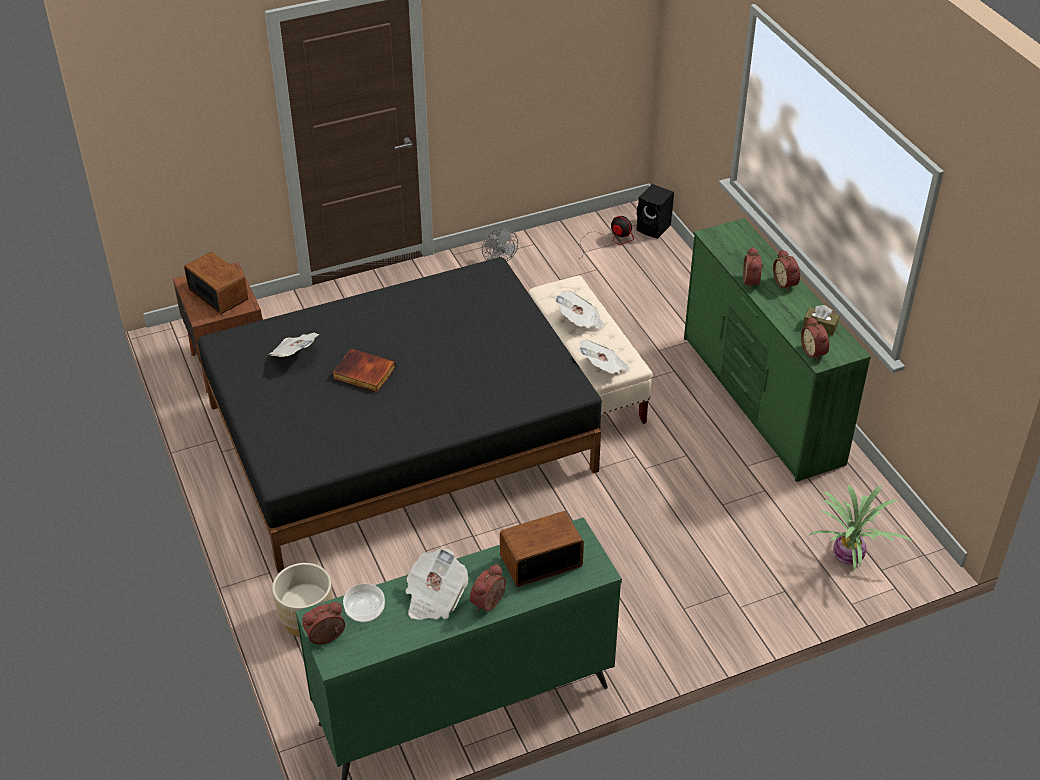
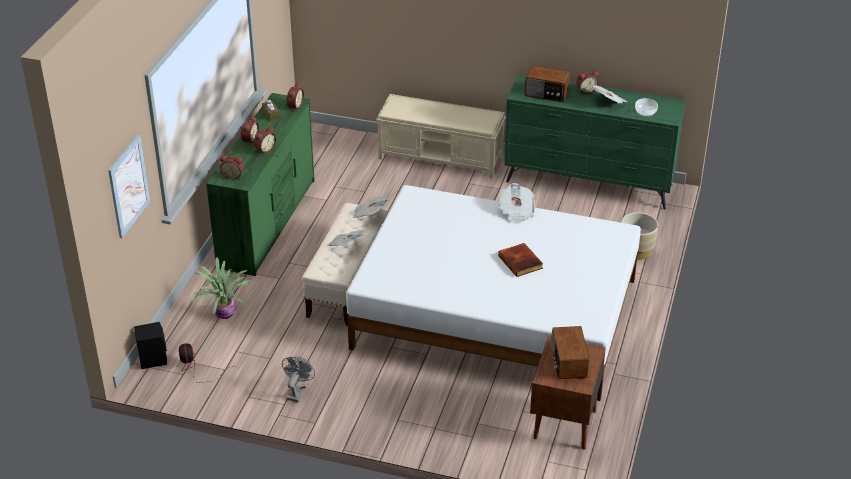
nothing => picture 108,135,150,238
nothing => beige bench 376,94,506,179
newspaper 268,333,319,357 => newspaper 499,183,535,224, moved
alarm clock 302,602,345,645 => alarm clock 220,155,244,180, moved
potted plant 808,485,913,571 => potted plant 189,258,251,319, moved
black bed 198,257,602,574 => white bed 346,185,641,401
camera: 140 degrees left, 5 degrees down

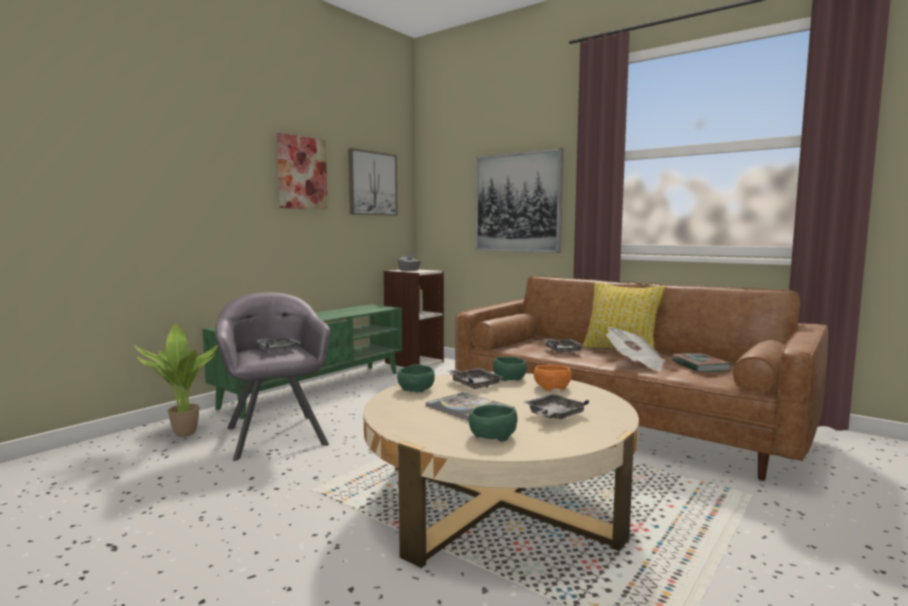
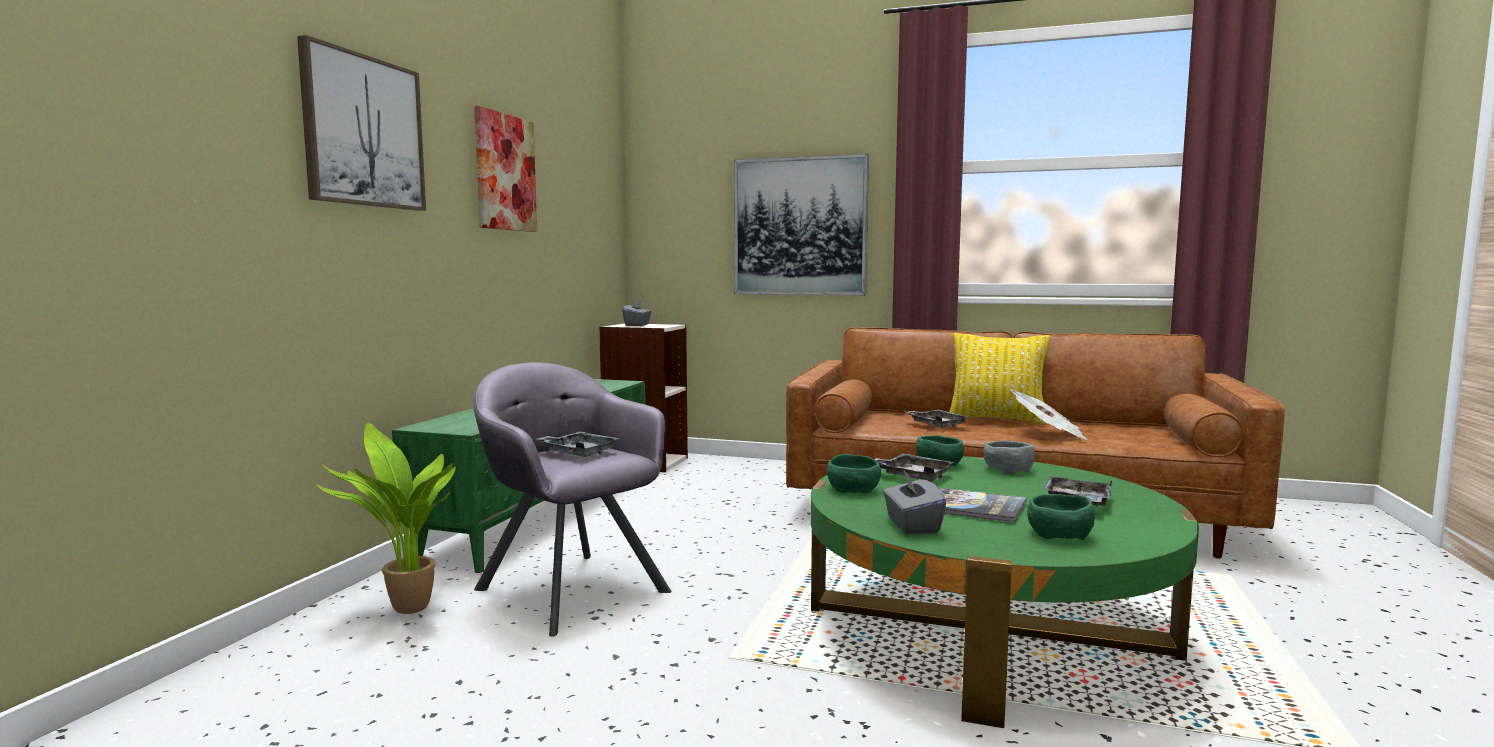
book 672,353,731,372 => nothing
nothing => grey tissue box 883,469,946,534
picture 348,148,398,216 => picture 297,35,426,211, moved
beige coffee table 363,372,639,568 => green coffee table 810,456,1199,728
orange bowl 534,365,571,391 => grey bowl 984,441,1035,475
camera: 20 degrees left, 0 degrees up

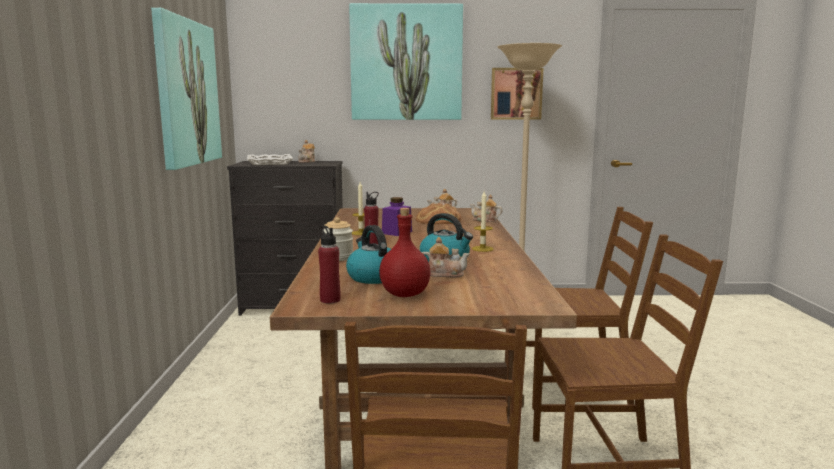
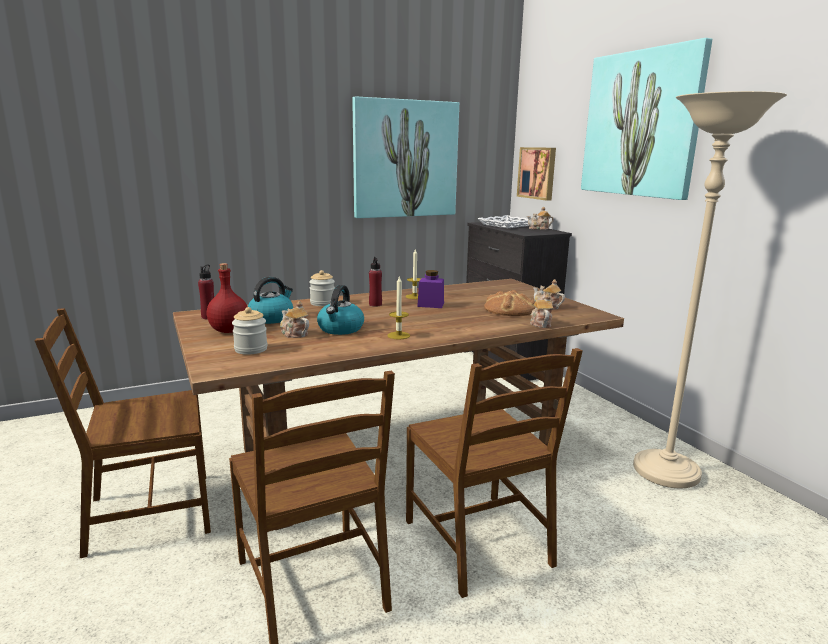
nothing => jar 232,307,268,355
picture 491,68,543,120 => picture 517,147,556,201, moved
teapot 422,237,470,277 => teapot 280,301,309,338, 150 degrees clockwise
camera: 65 degrees right, 5 degrees up

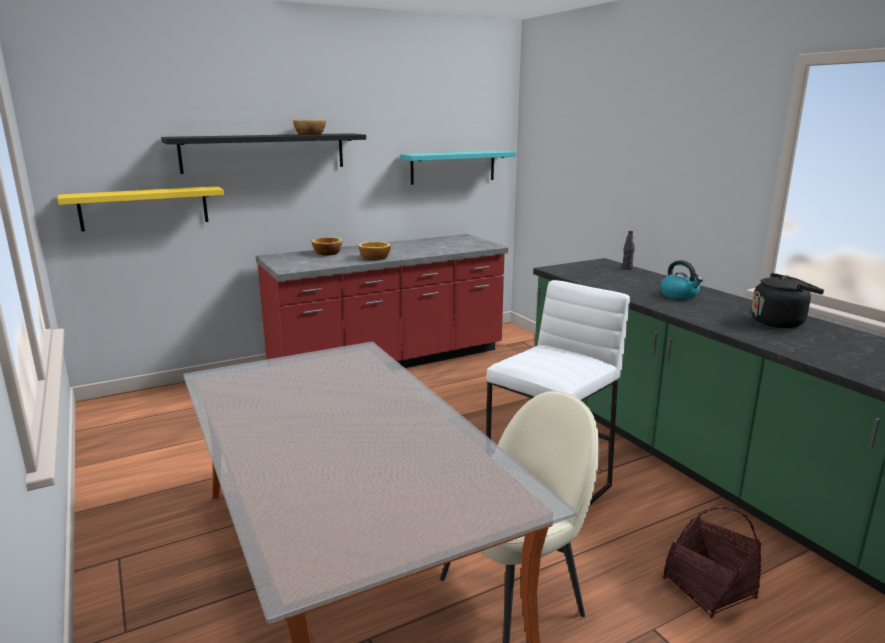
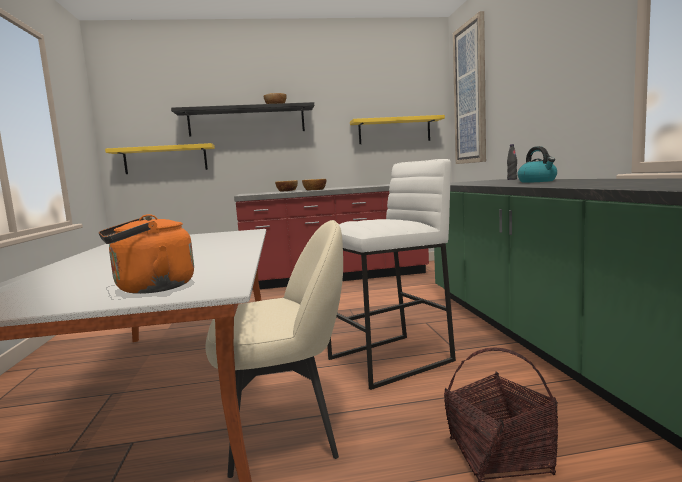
black kettle 751,273,824,328 => nothing
nothing => orange kettle 98,214,194,294
nothing => picture 453,11,486,164
turquoise shelf 400,151,516,185 => yellow shelf 350,115,445,144
camera: 20 degrees right, 10 degrees down

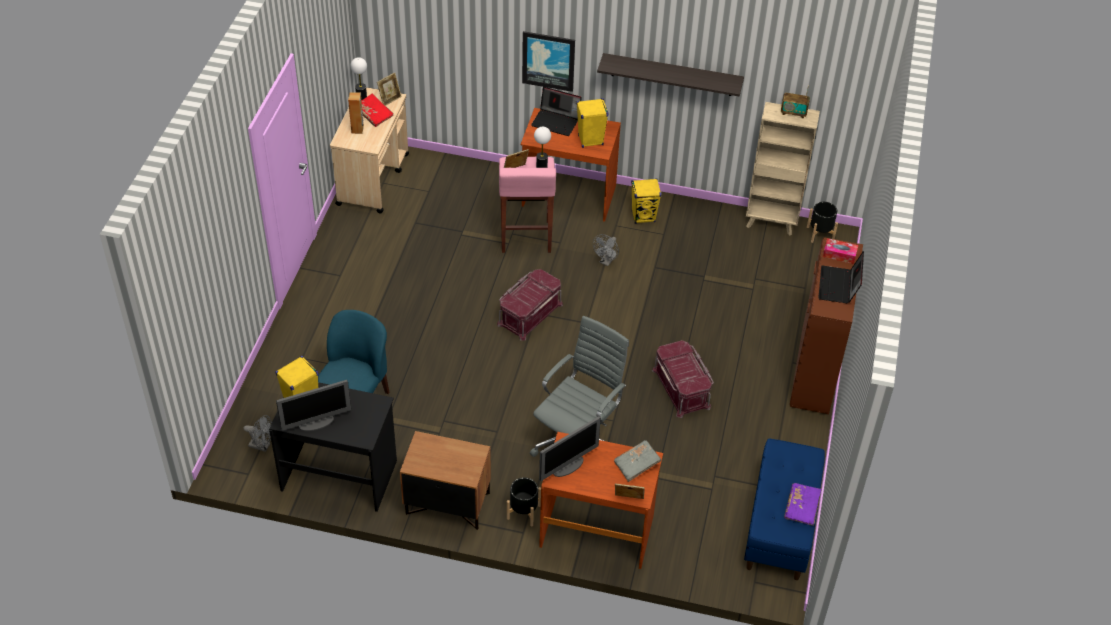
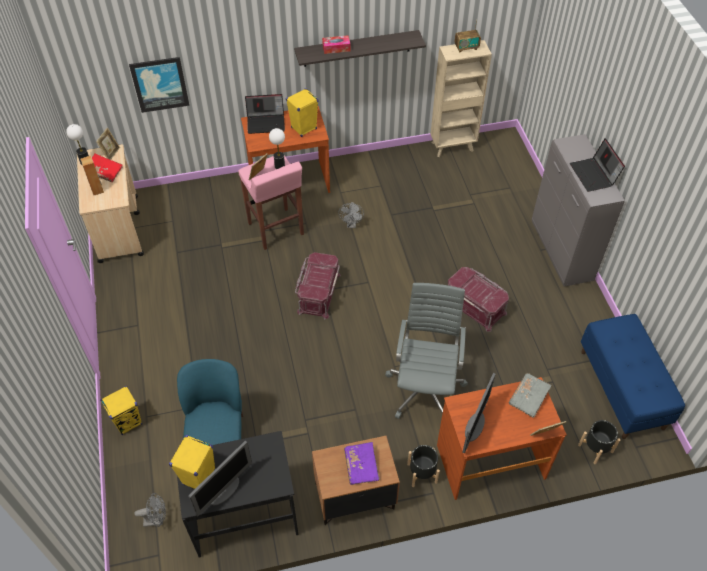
picture 522,31,575,92 => picture 129,57,189,113, moved
yellow speaker 631,179,661,224 => yellow speaker 100,386,142,435, moved
purple book 784,483,821,526 => purple book 344,442,380,485, moved
black planter 807,202,838,243 => black planter 578,420,620,464, moved
tissue box 823,238,858,264 => tissue box 322,35,351,54, moved
brown cabinet 790,238,863,414 => grey cabinet 532,134,625,286
camera: 25 degrees left, 5 degrees up

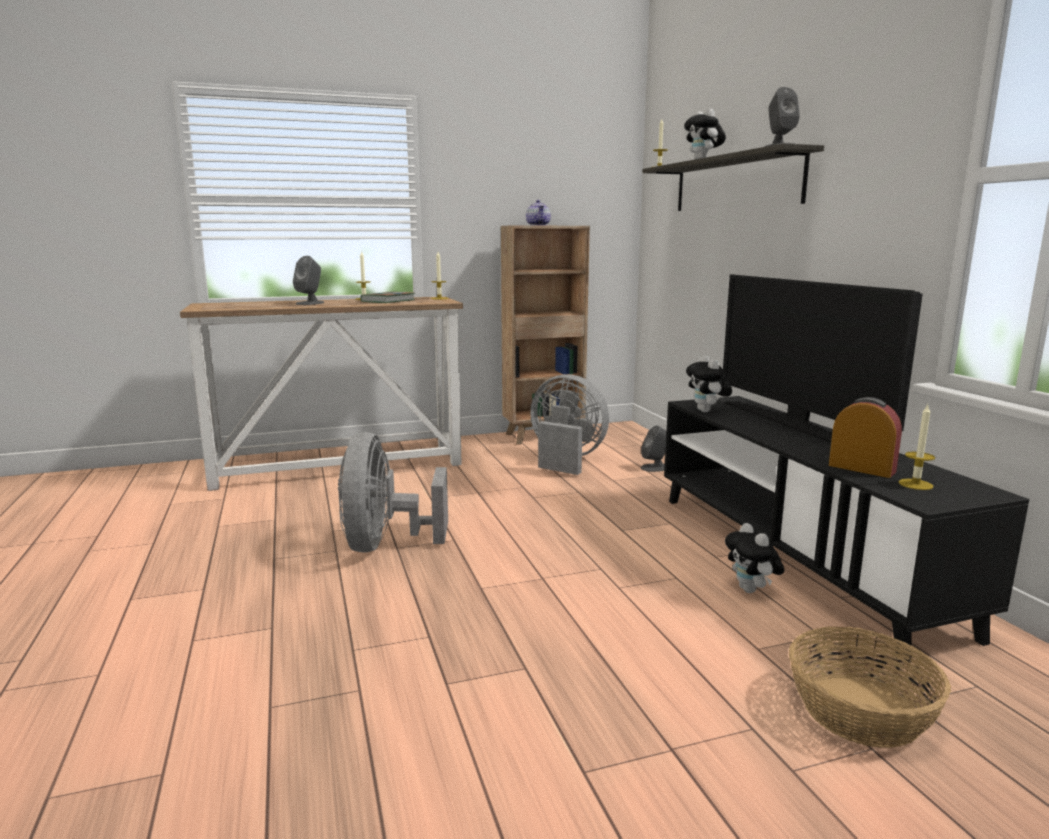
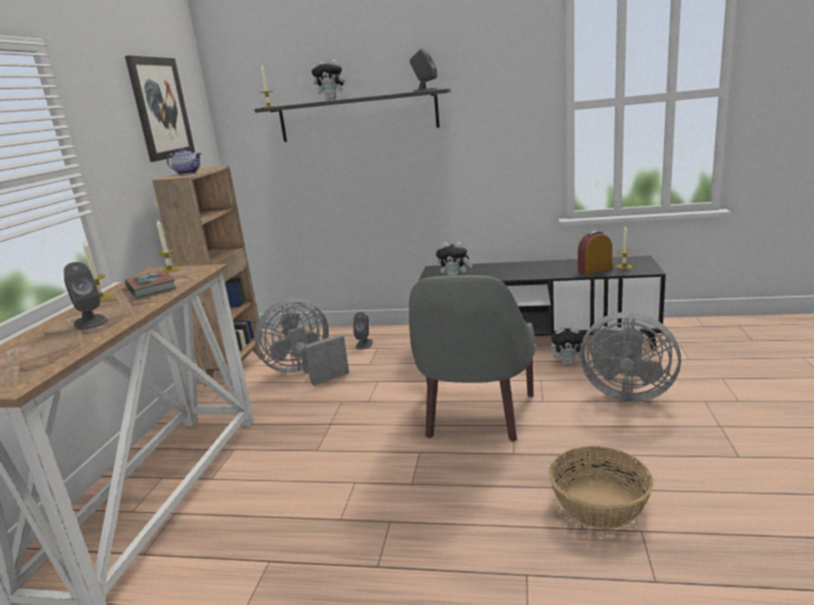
television 723,274,923,443 => nothing
nothing => picture 125,55,195,162
nothing => grey armchair 409,275,535,442
grey fan 338,432,448,552 => grey fan 580,312,681,402, moved
basket 789,627,951,748 => basket 549,446,654,529, moved
camera: 60 degrees left, 5 degrees up

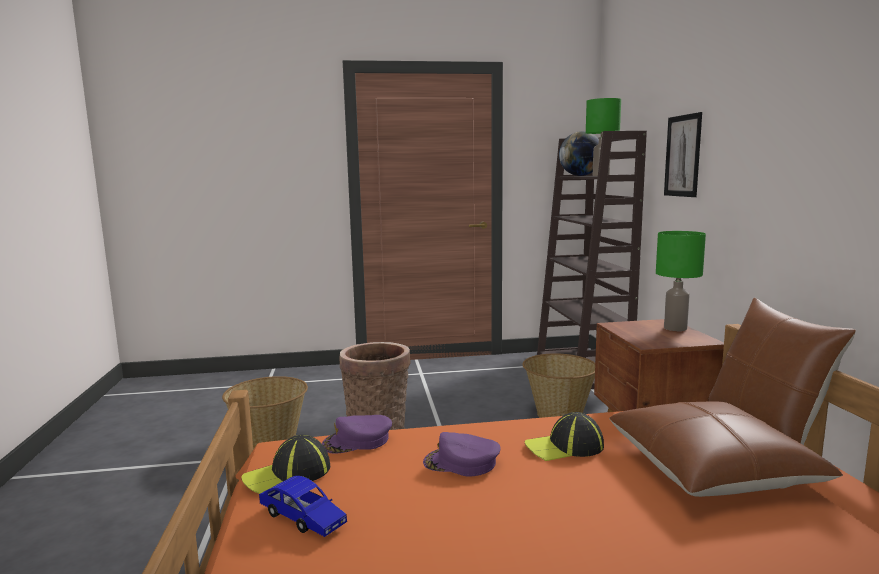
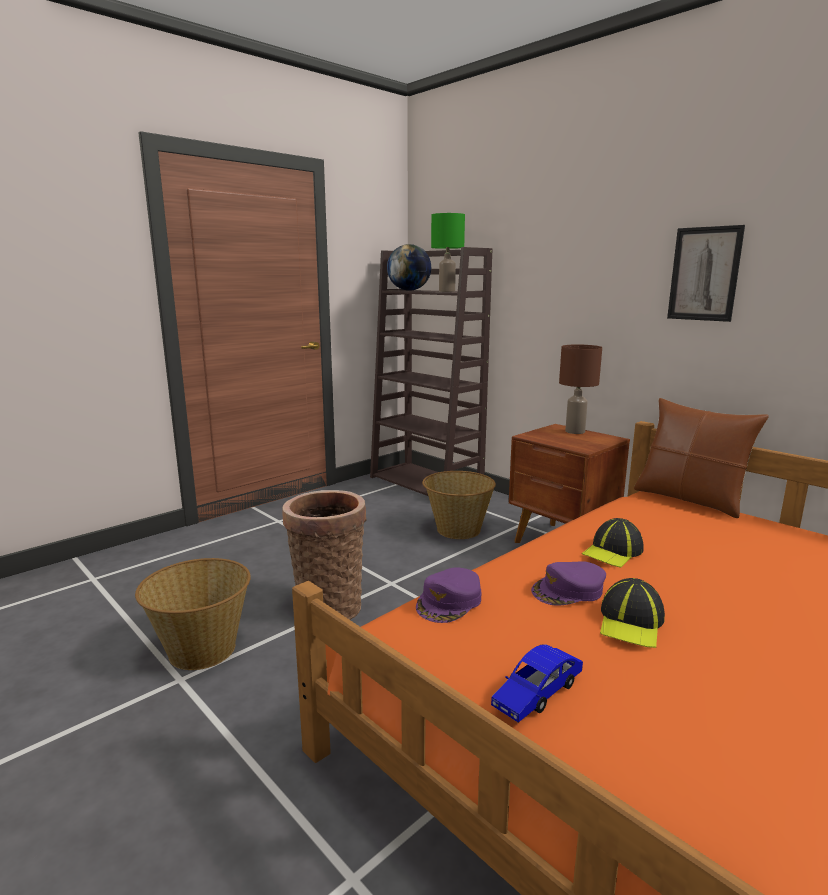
brown pillow 609,402,843,497 => nothing
cap 241,435,330,494 => cap 600,578,665,648, moved
picture 664,112,702,197 => picture 667,225,745,322, moved
green table lamp 656,231,706,331 => brown table lamp 559,344,602,434
blue toy car 259,476,347,537 => blue toy car 491,644,583,723, 135 degrees clockwise
camera: 35 degrees left, 5 degrees up

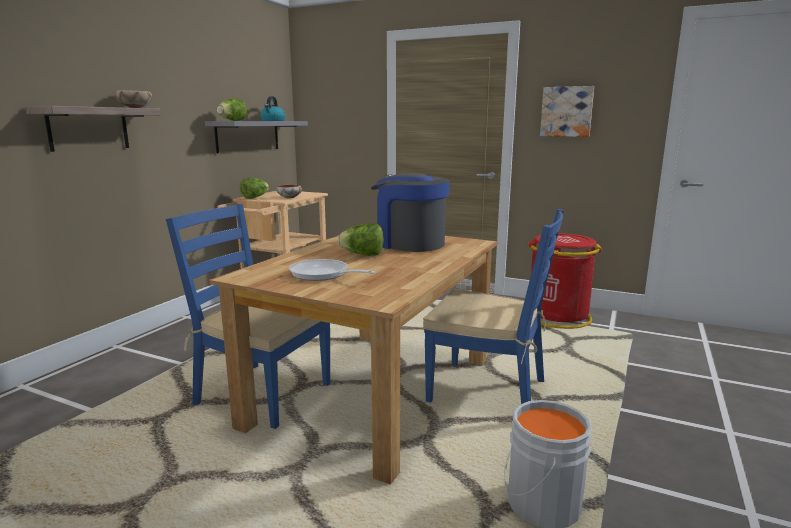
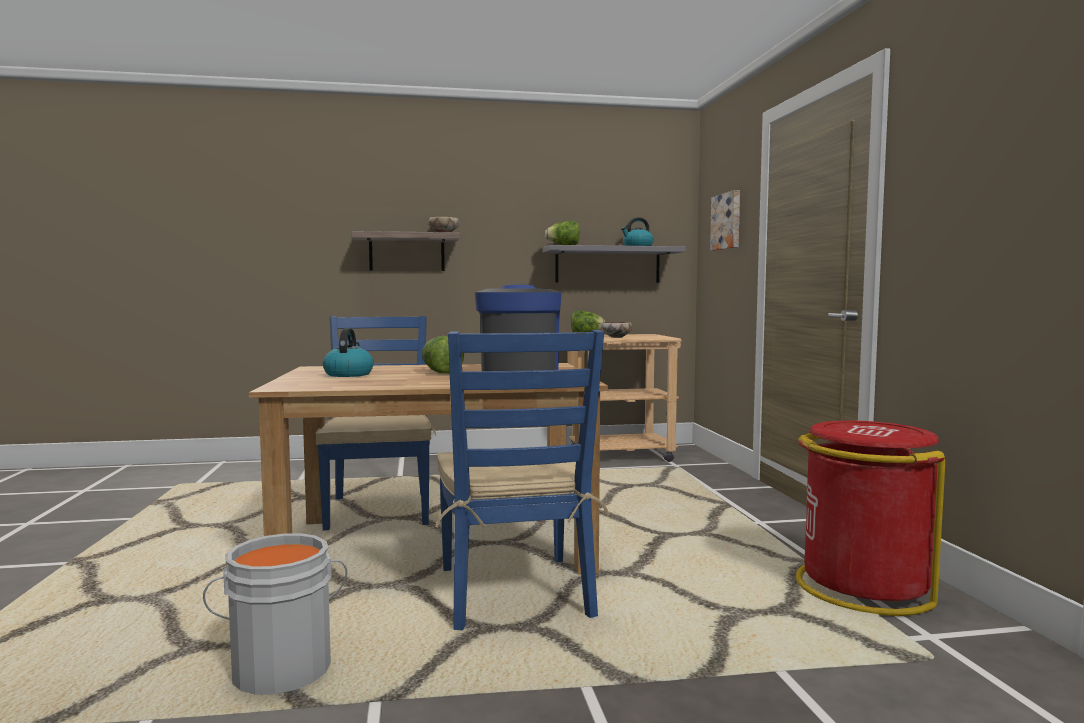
picture 540,86,594,137 => picture 710,190,740,251, moved
frying pan 289,259,376,281 => kettle 323,328,374,377
camera: 55 degrees right, 10 degrees down

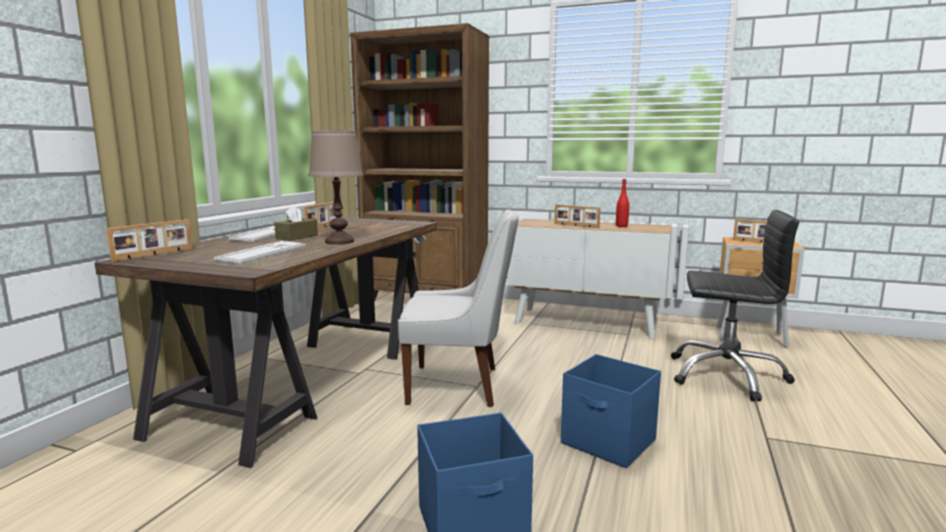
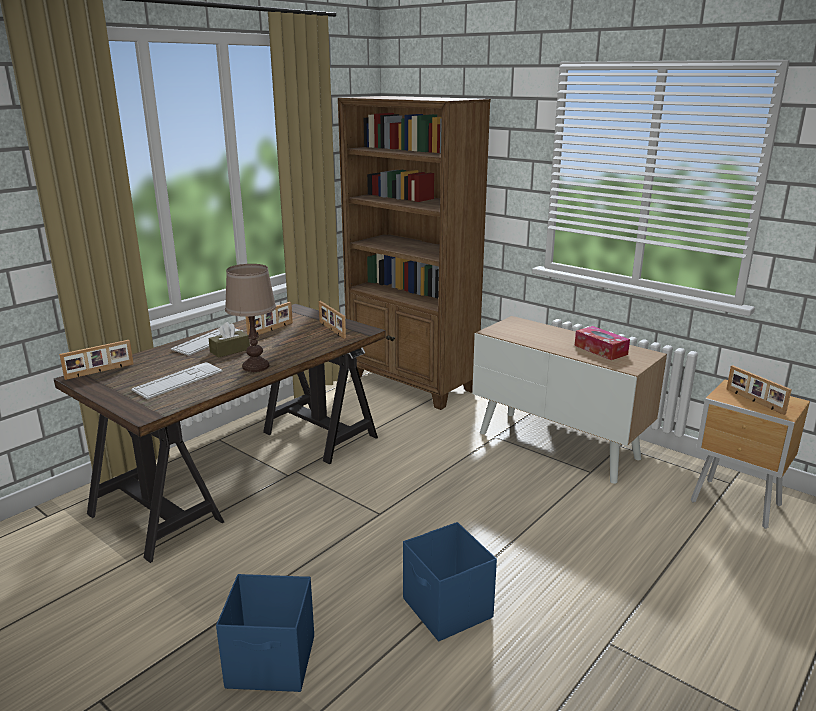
white chair 398,209,519,407 => nothing
black office chair 671,210,799,401 => nothing
picture frame 554,204,601,228 => picture frame 319,301,346,339, moved
red bottle 616,179,629,227 => tissue box 574,326,630,360
camera: 20 degrees right, 10 degrees up

